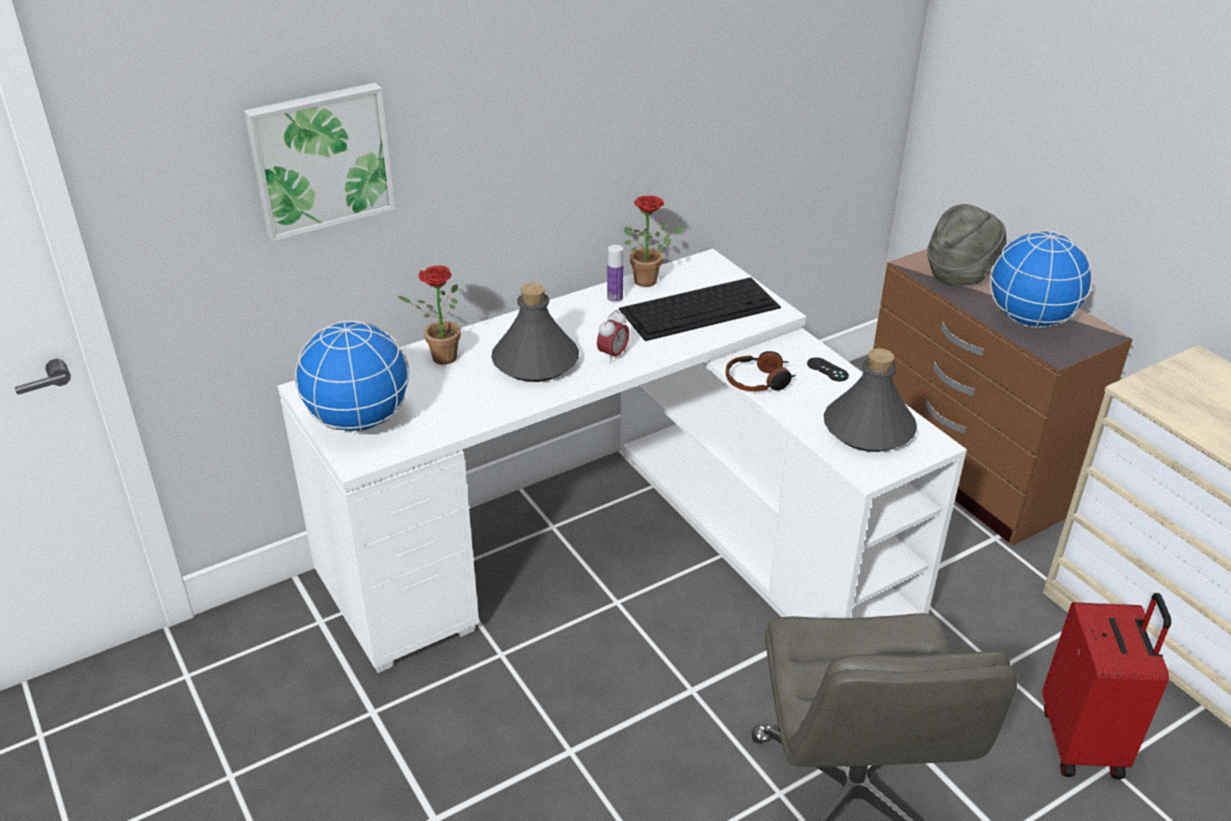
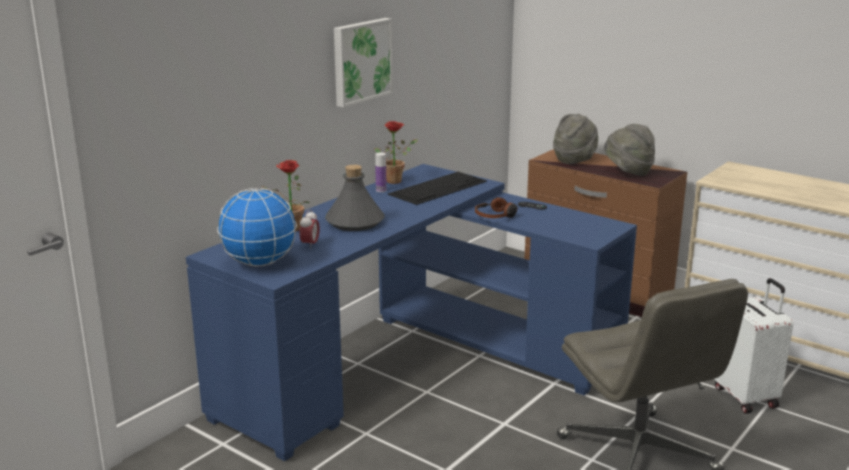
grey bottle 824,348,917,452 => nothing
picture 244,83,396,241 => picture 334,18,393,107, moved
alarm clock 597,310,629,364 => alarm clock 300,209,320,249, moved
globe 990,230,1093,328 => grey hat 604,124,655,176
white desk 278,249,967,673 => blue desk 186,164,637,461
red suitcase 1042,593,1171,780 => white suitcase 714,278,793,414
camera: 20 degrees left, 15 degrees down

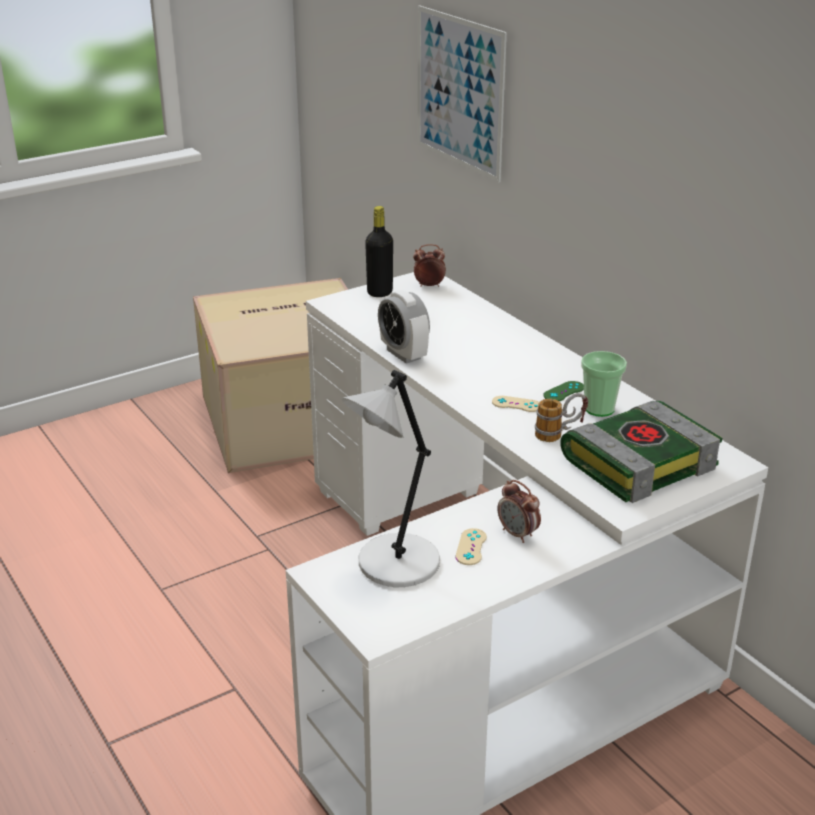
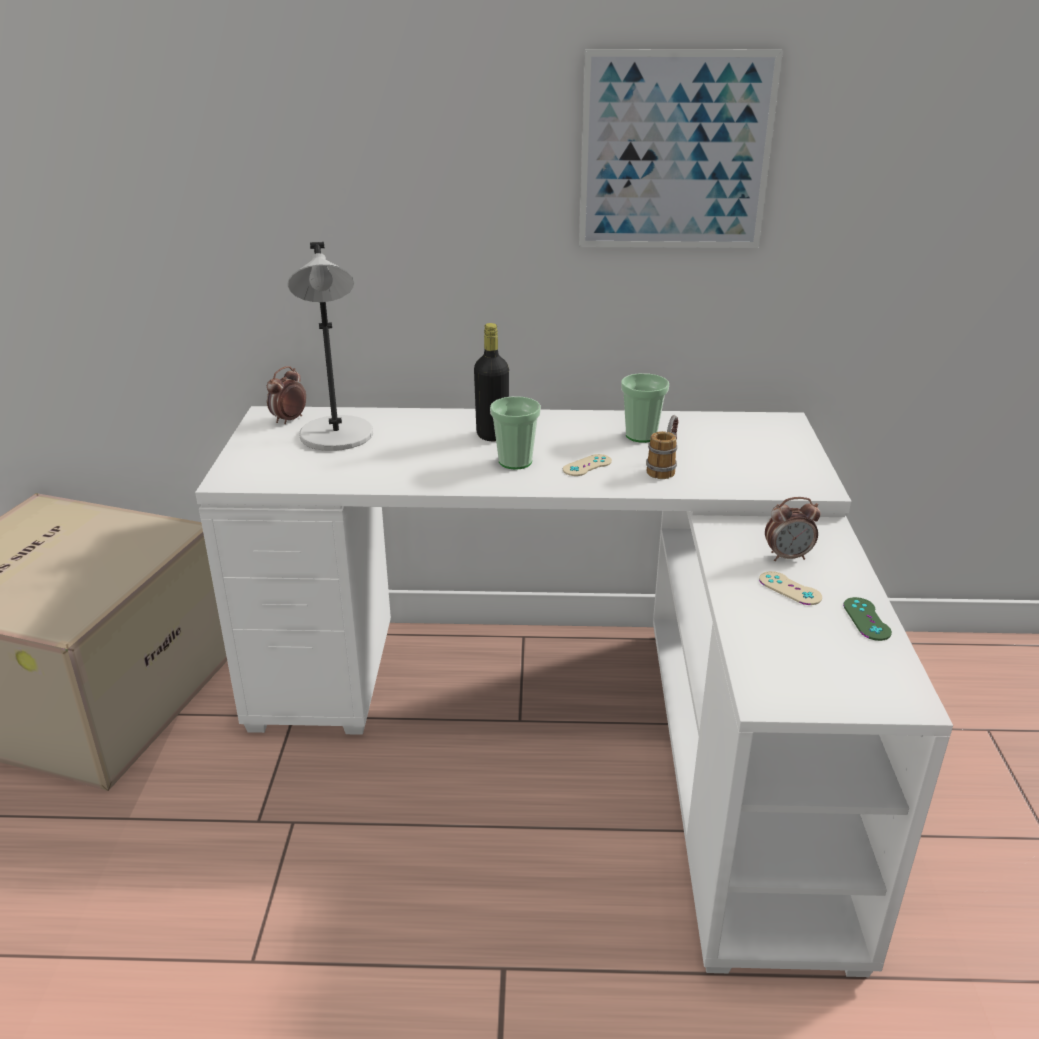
alarm clock 378,290,430,364 => nothing
book 560,401,722,503 => nothing
nothing => cup 490,396,541,470
grey table lamp 342,370,440,587 => grey table lamp 287,242,373,451, moved
black bottle 365,206,393,297 => black bottle 474,323,509,441, moved
picture 418,6,507,182 => picture 579,49,783,248, moved
green game controller 543,381,584,401 => green game controller 843,597,892,641, moved
camera: 55 degrees left, 0 degrees up

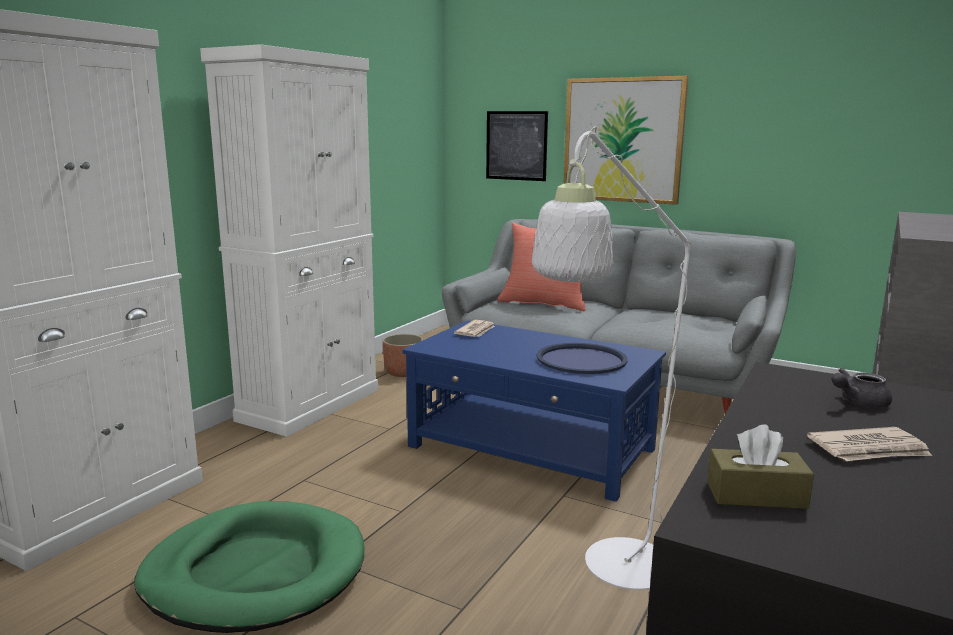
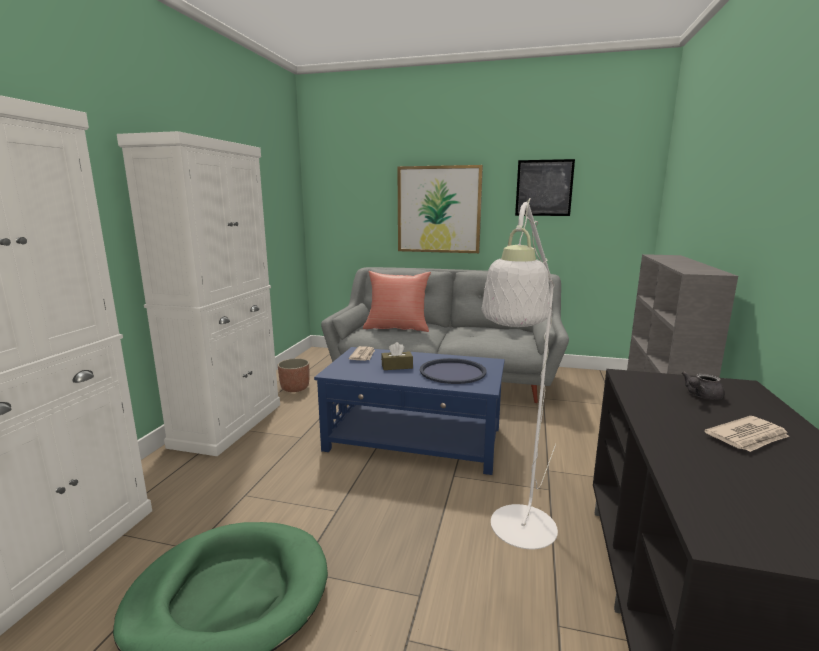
picture 486,111,548,181 => picture 515,159,575,216, moved
brown tissue box 707,424,814,509 => brown tissue box 381,342,413,370, moved
camera: 15 degrees left, 0 degrees up

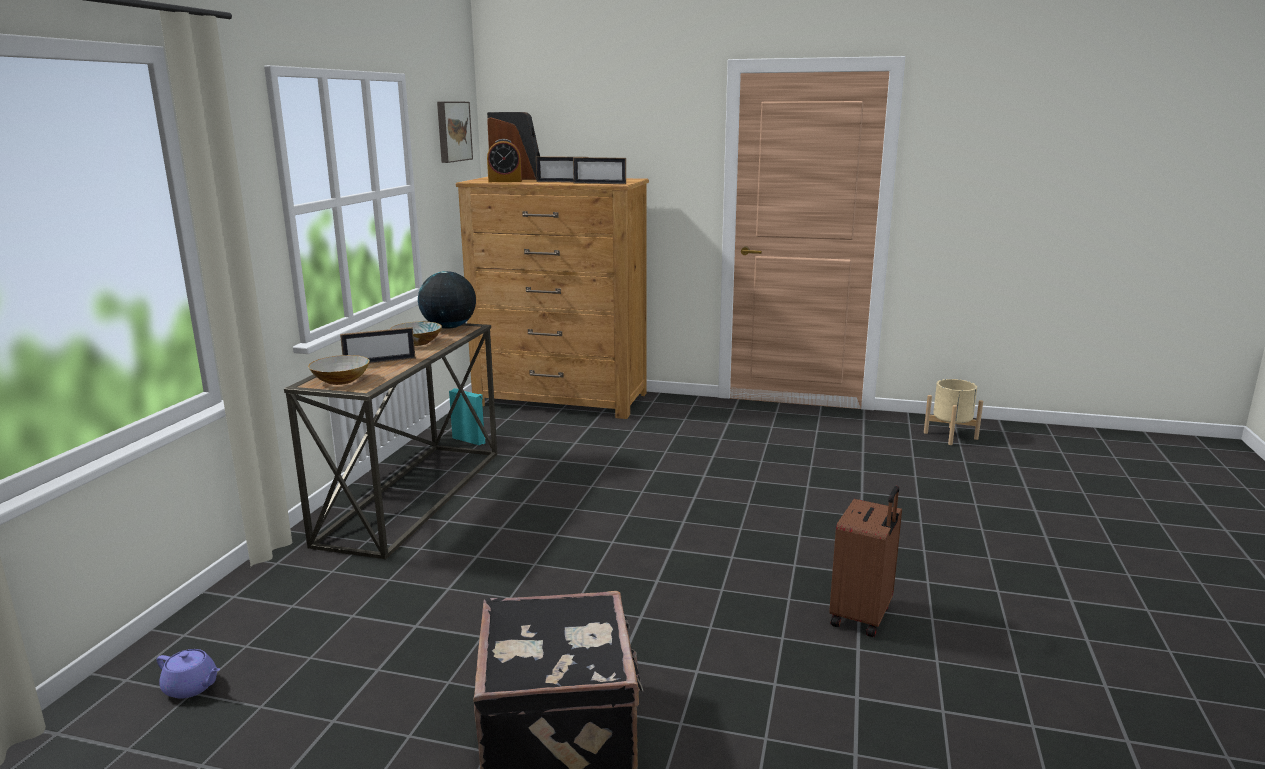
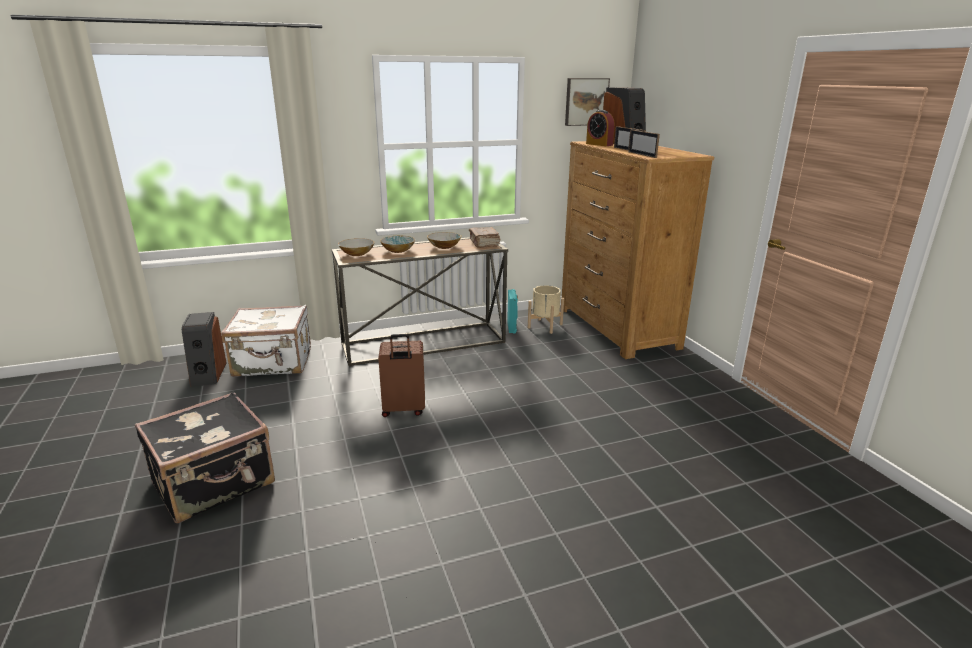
nothing => white suitcase 221,305,311,377
brown suitcase 829,486,902,637 => brown suitcase 378,334,425,417, moved
beige planter 924,379,983,445 => beige planter 528,285,564,334, moved
purple teapot 157,649,220,699 => speaker 182,312,226,387
picture frame 340,327,416,364 => bowl 380,236,415,253
globe 418,271,476,329 => brown book 469,227,501,248
camera: 55 degrees right, 5 degrees up

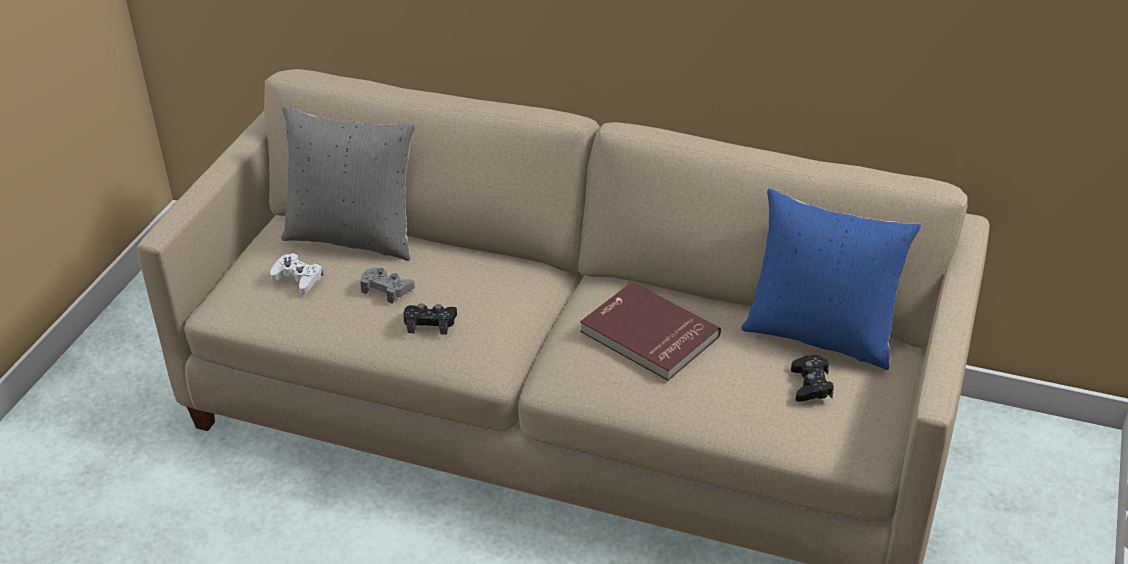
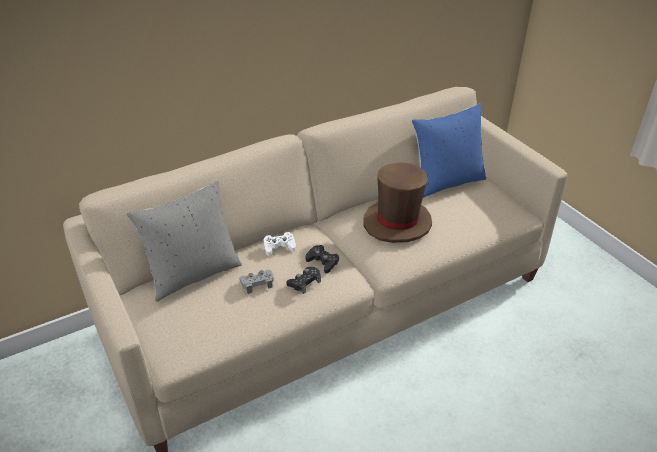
white game controller 270,253,323,295 => white game controller 264,232,296,256, moved
black game controller 791,355,834,402 => black game controller 306,245,339,273, moved
red book 580,282,721,381 => brown hat 363,162,432,243
camera: 50 degrees left, 0 degrees up

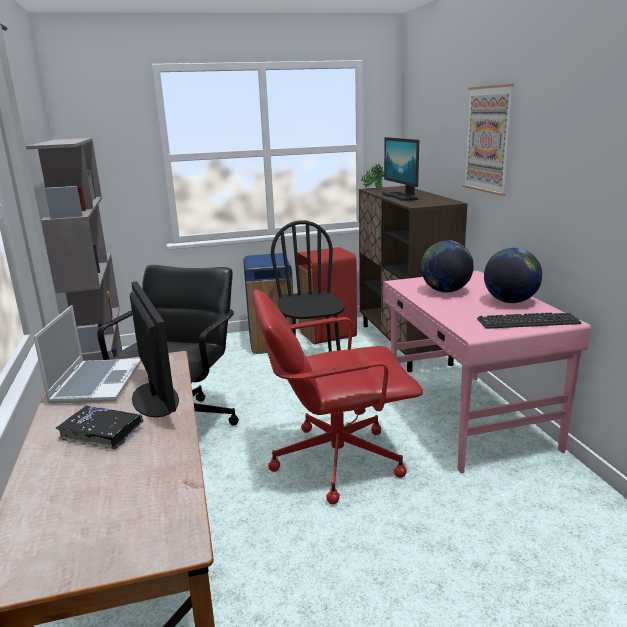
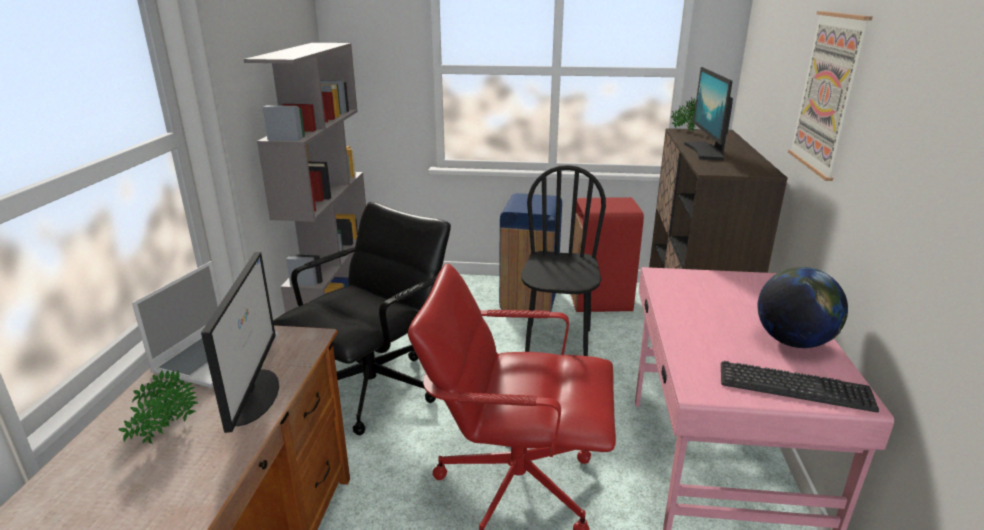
globe 421,240,474,293 => nothing
black book 56,406,143,449 => potted plant 118,370,198,444
camera: 20 degrees right, 5 degrees up

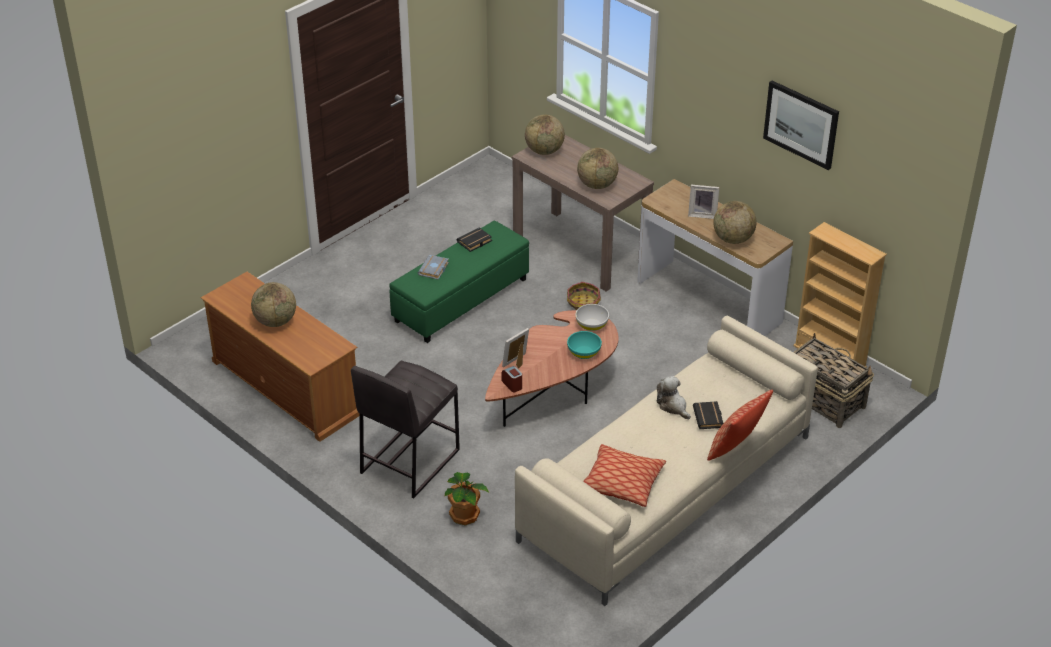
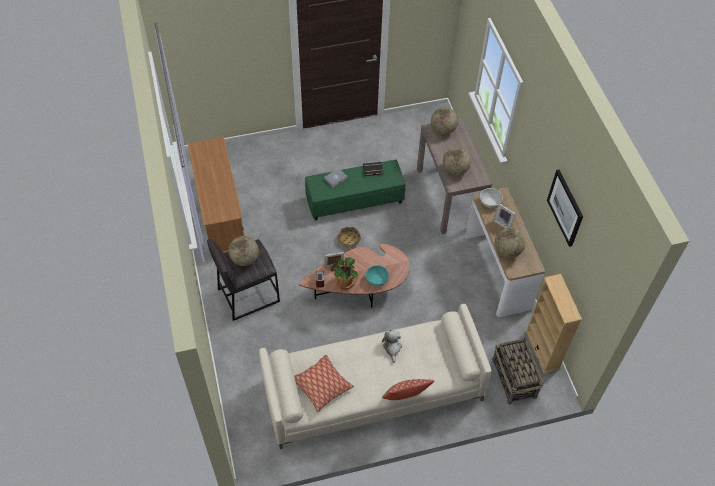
black book 693,401,724,429 => nothing
globe 251,282,296,327 => globe 229,236,259,266, moved
potted plant 445,472,489,526 => potted plant 334,257,358,290, moved
basket 567,282,601,310 => basket 338,227,361,250, moved
white bowl 575,304,609,331 => white bowl 480,188,503,208, moved
camera: 30 degrees right, 15 degrees up

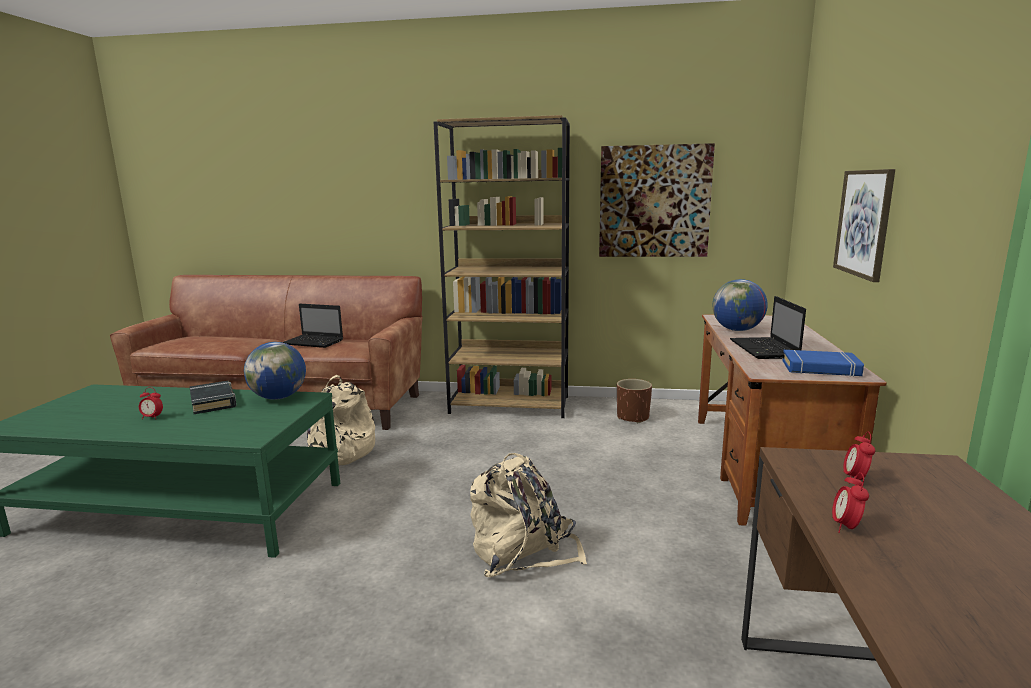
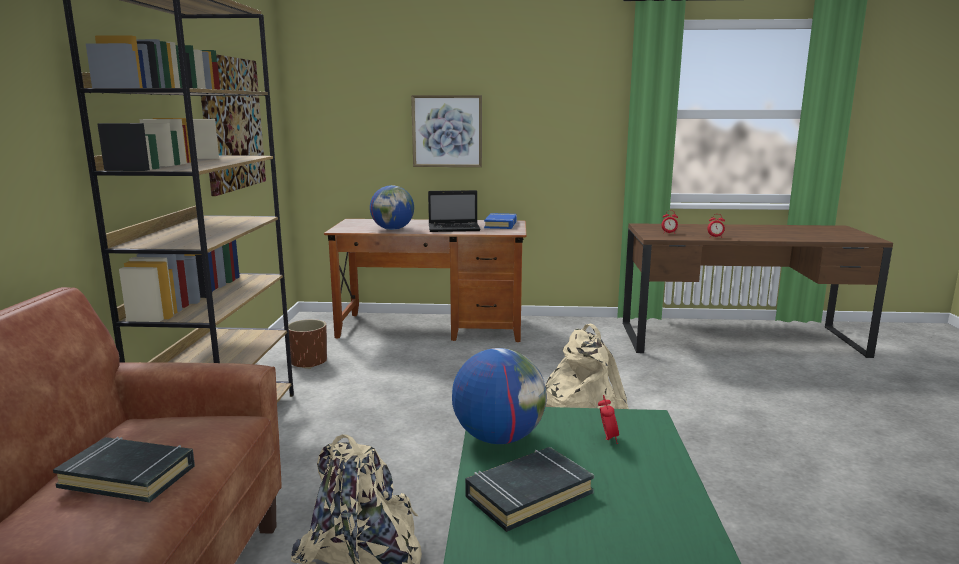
alarm clock 139,387,163,419 => alarm clock 598,395,619,444, moved
laptop 282,304,343,348 => black book 53,437,195,503
camera: 95 degrees left, 0 degrees up

